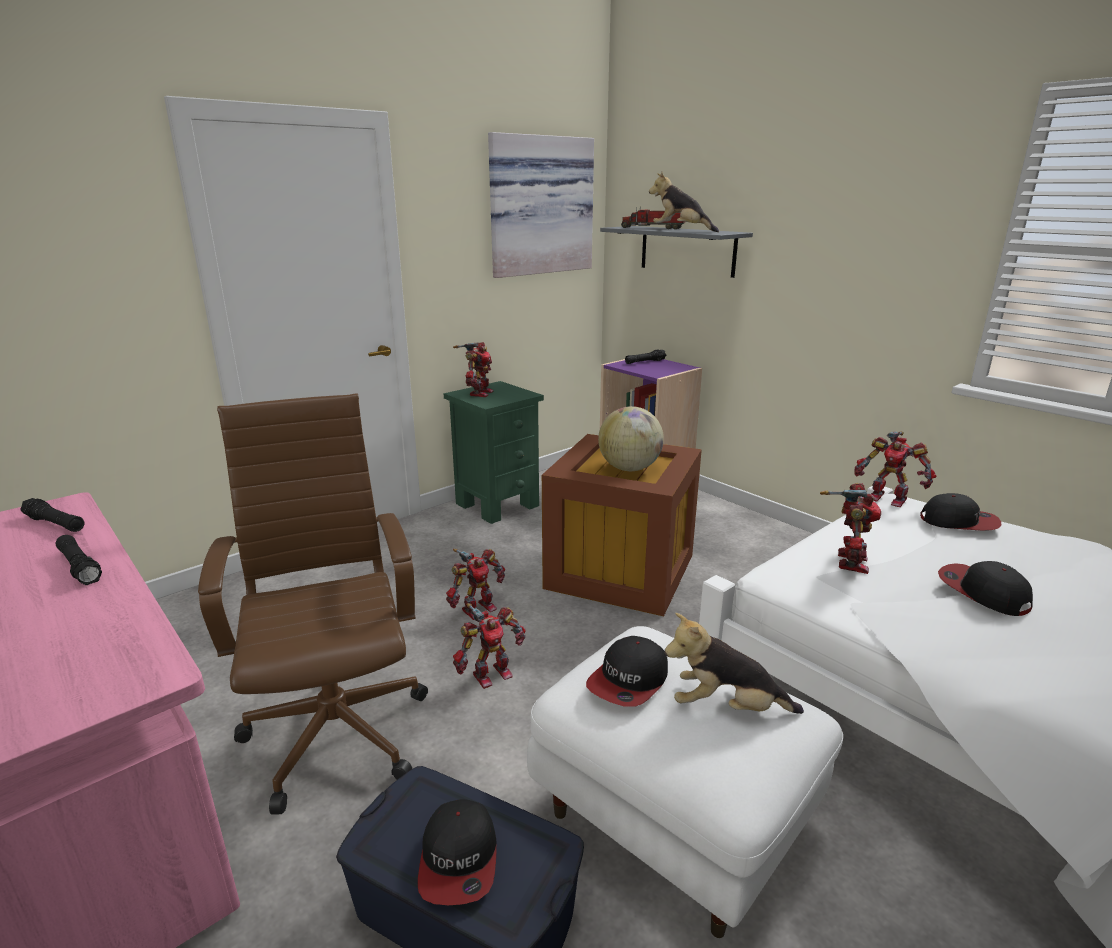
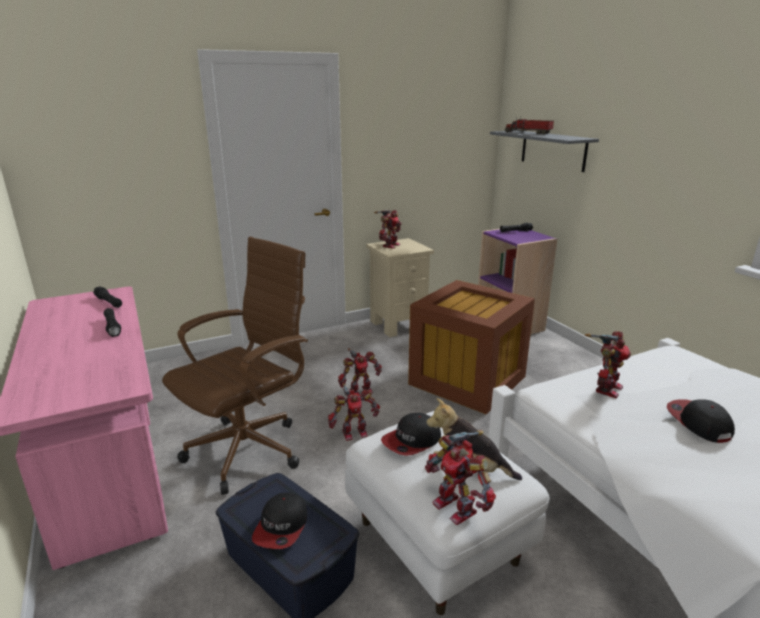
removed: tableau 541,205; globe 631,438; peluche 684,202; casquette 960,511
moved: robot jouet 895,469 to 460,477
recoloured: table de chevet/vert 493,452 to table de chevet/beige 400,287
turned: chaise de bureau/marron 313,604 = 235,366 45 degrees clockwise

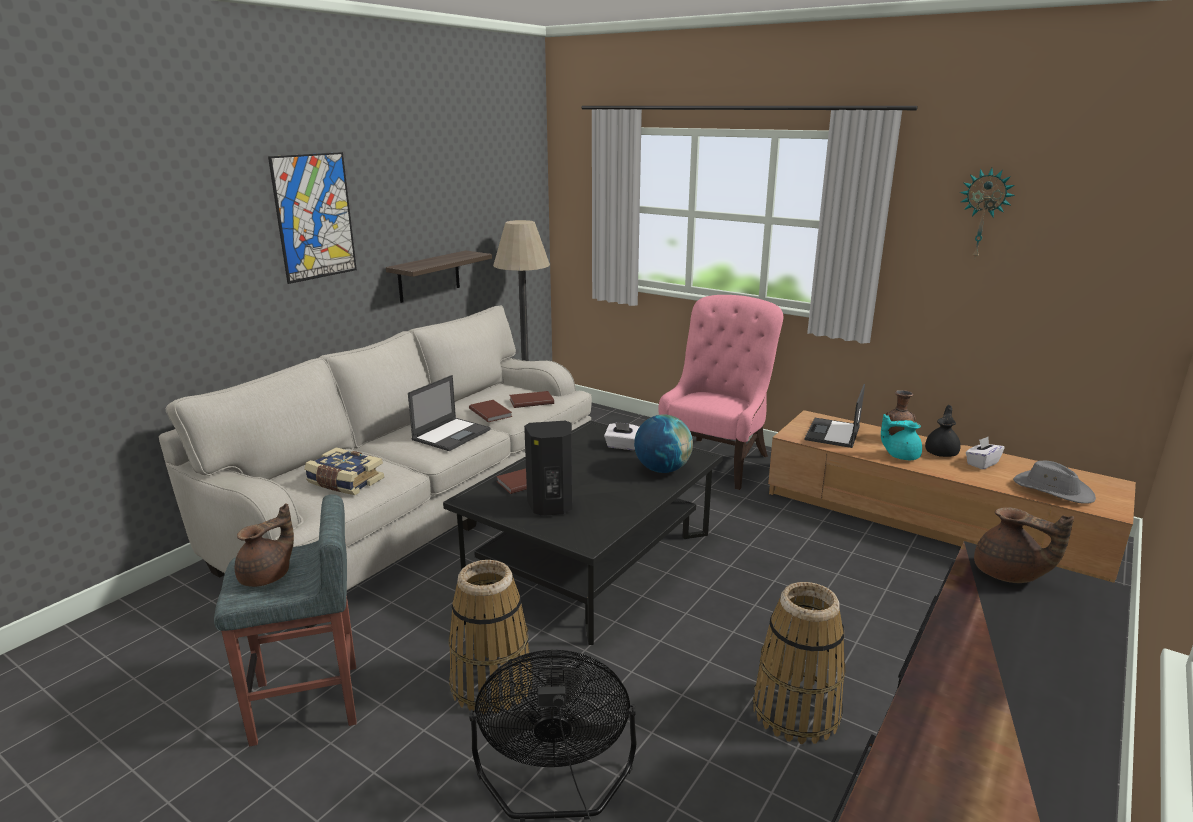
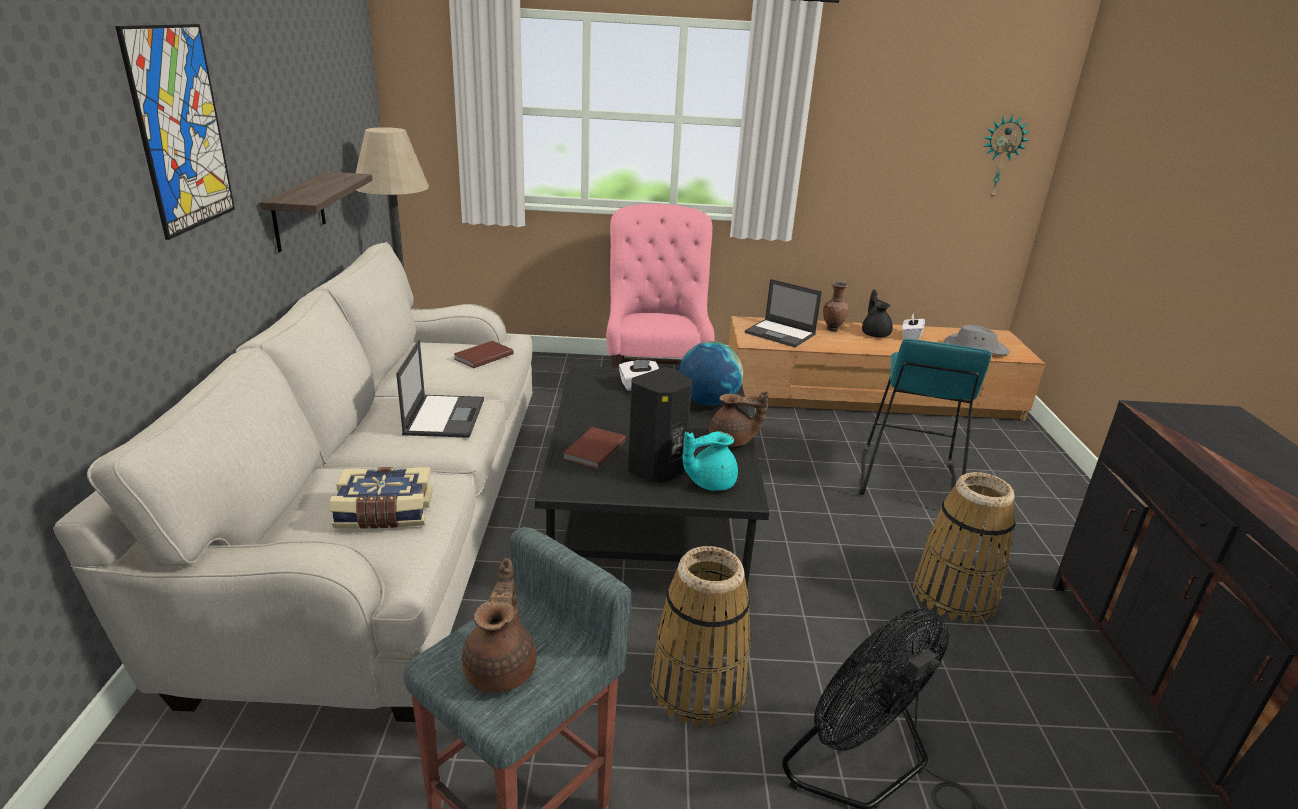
removed: livre/marron 490,411
added: tabouret/turquoise 925,416
moved: théière/turquoise 901,437 to 710,461; horloge murale 987,214 to 1007,157; théière/marron 1024,545 to 739,418
turned: ordinateur portable 834,416 = 783,313 45 degrees counterclockwise

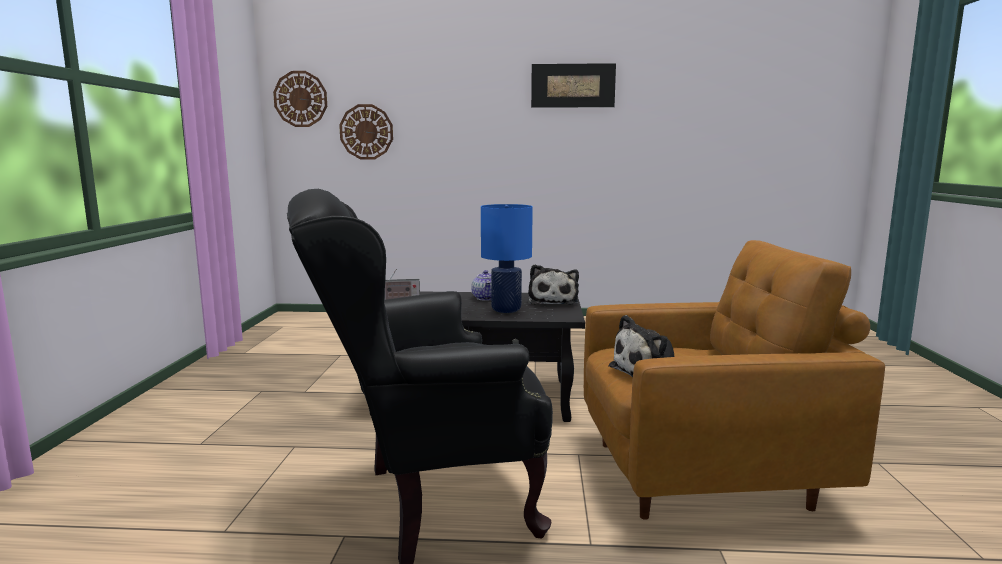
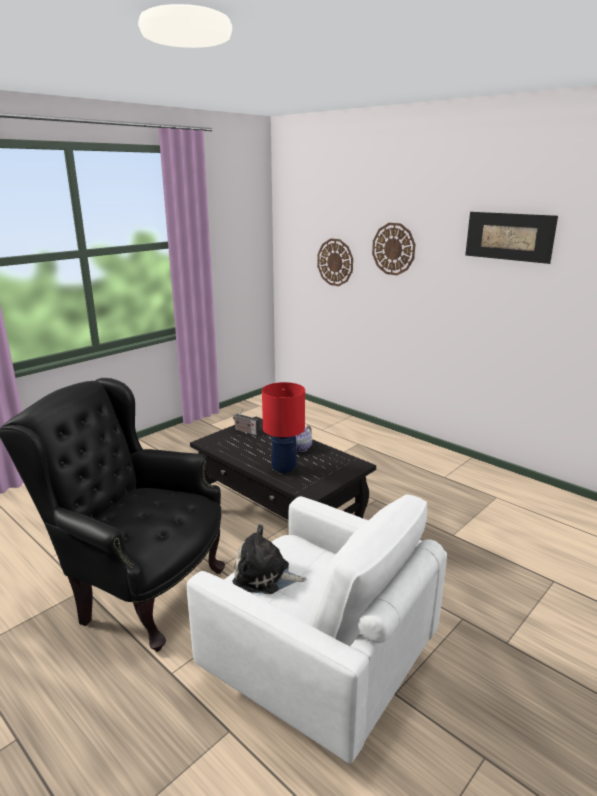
removed: peluche 553,284
moved: horloge murale 300,99 to 393,249
recoloured: lampe de table/bleu 507,258 to lampe de table/rouge 283,427; fauteuil/marron 734,380 to fauteuil/blanc 317,629

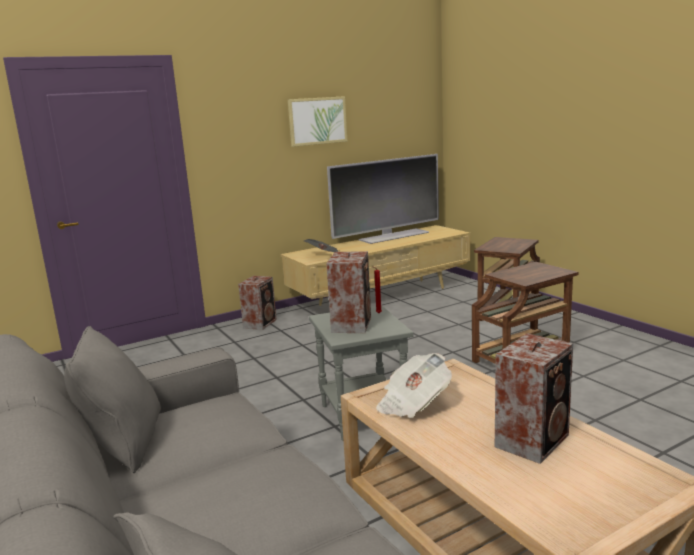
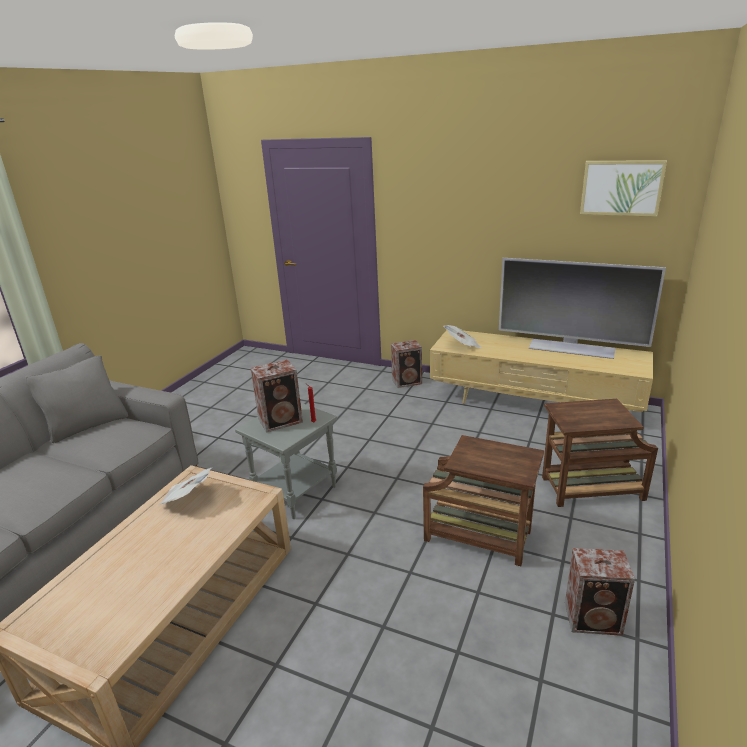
moved: tableau 317,121 to 623,188; enceinte 534,398 to 600,592

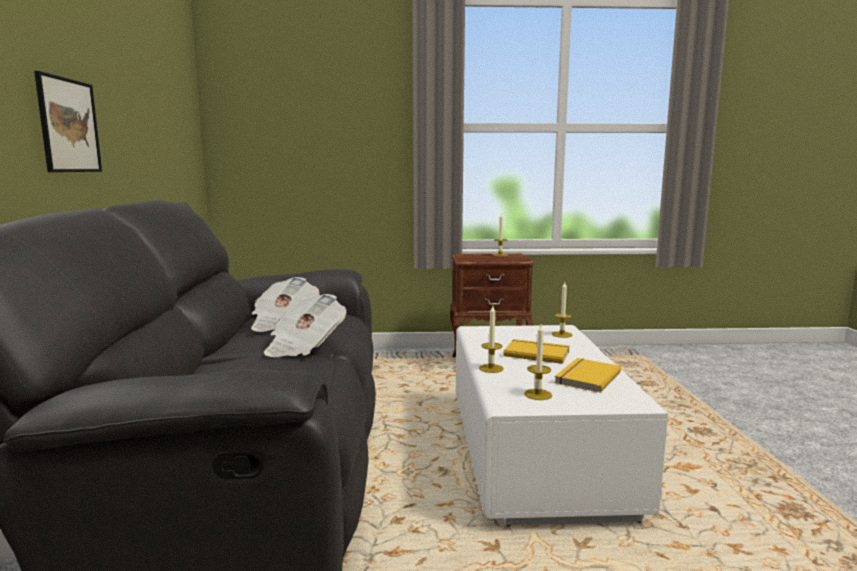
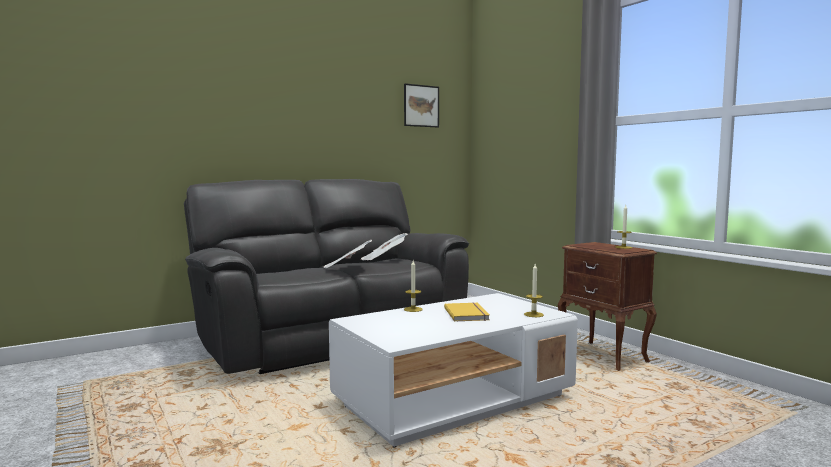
removed: bougie 538,362; livre/jaune 587,375
moved: tableau 68,121 to 421,105

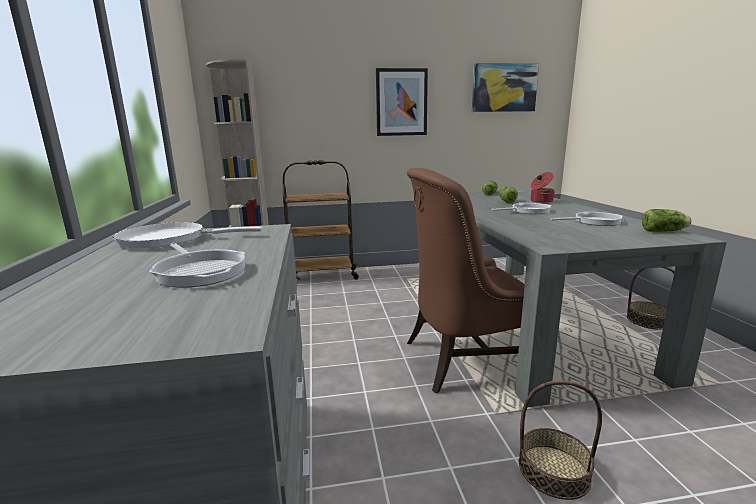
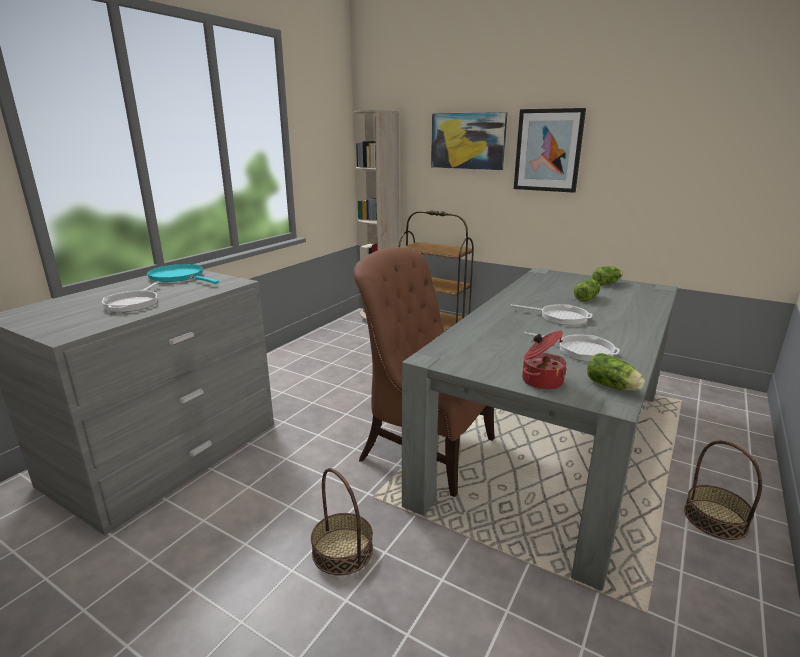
moved: tableau 505,87 to 469,141; marmite 543,187 to 544,360
recoloured: poêle/blanc 187,235 to poêle/turquoise 183,274

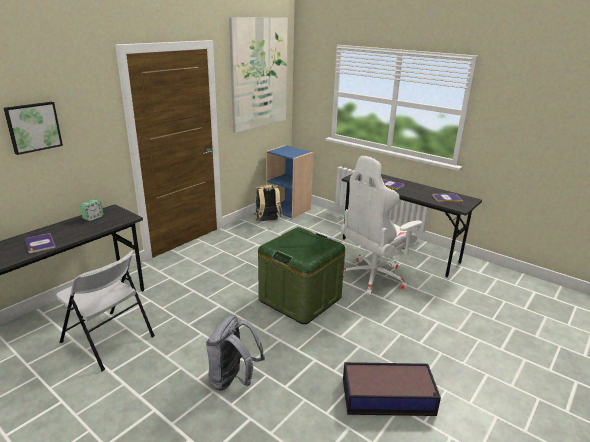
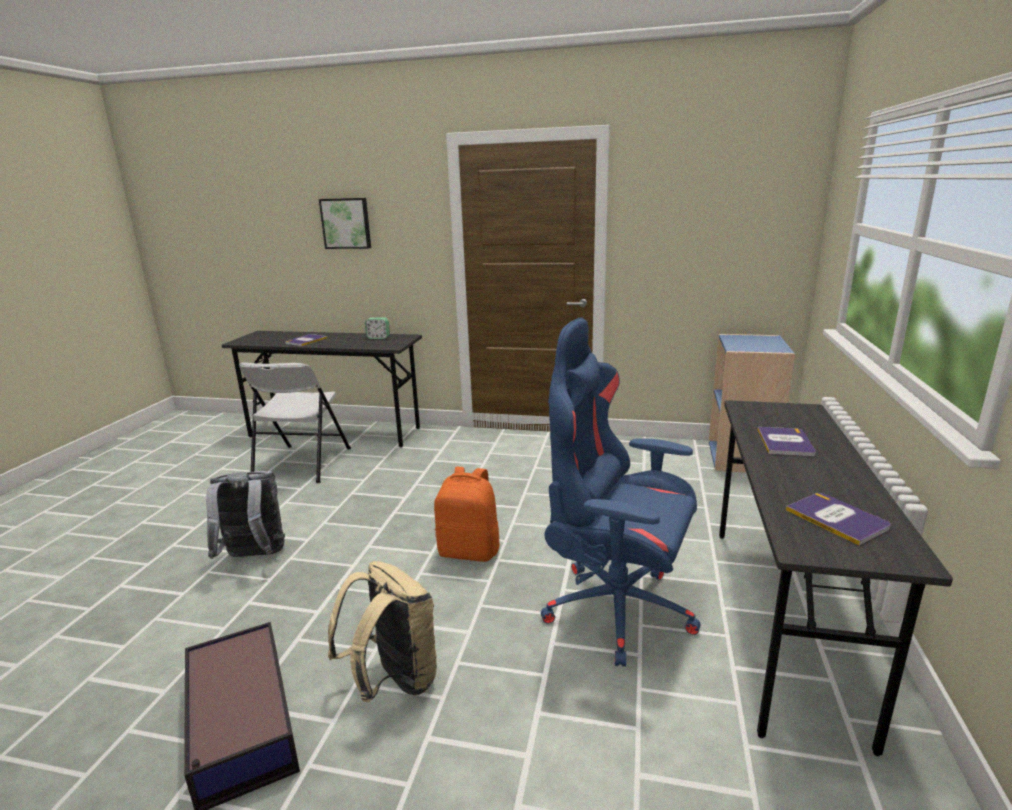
removed: tableau 258,75
moved: sac à dos/beige 268,203 to 382,631
replaced: boîte de rangement/vert 301,275 to sac à dos/orange 467,514
recoloured: chaise de bureau/blanc 381,226 to chaise de bureau/bleu 621,492

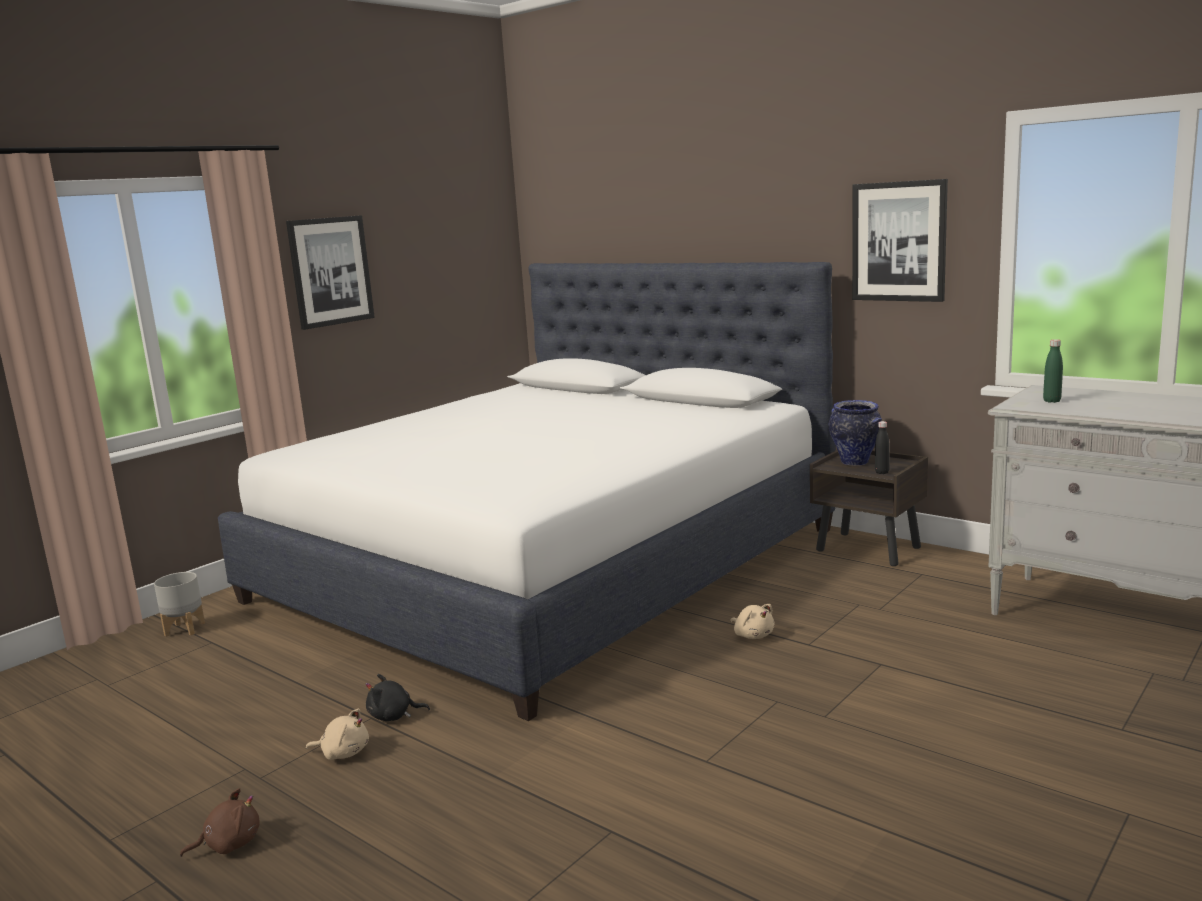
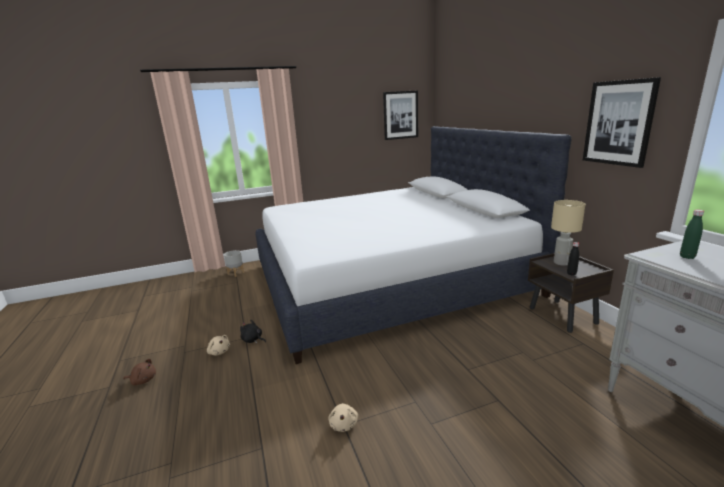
moved: tableau 330,272 to 400,115; peluche/beige 752,621 to 343,417
replaced: vase 855,433 to lampe de table/beige 568,233

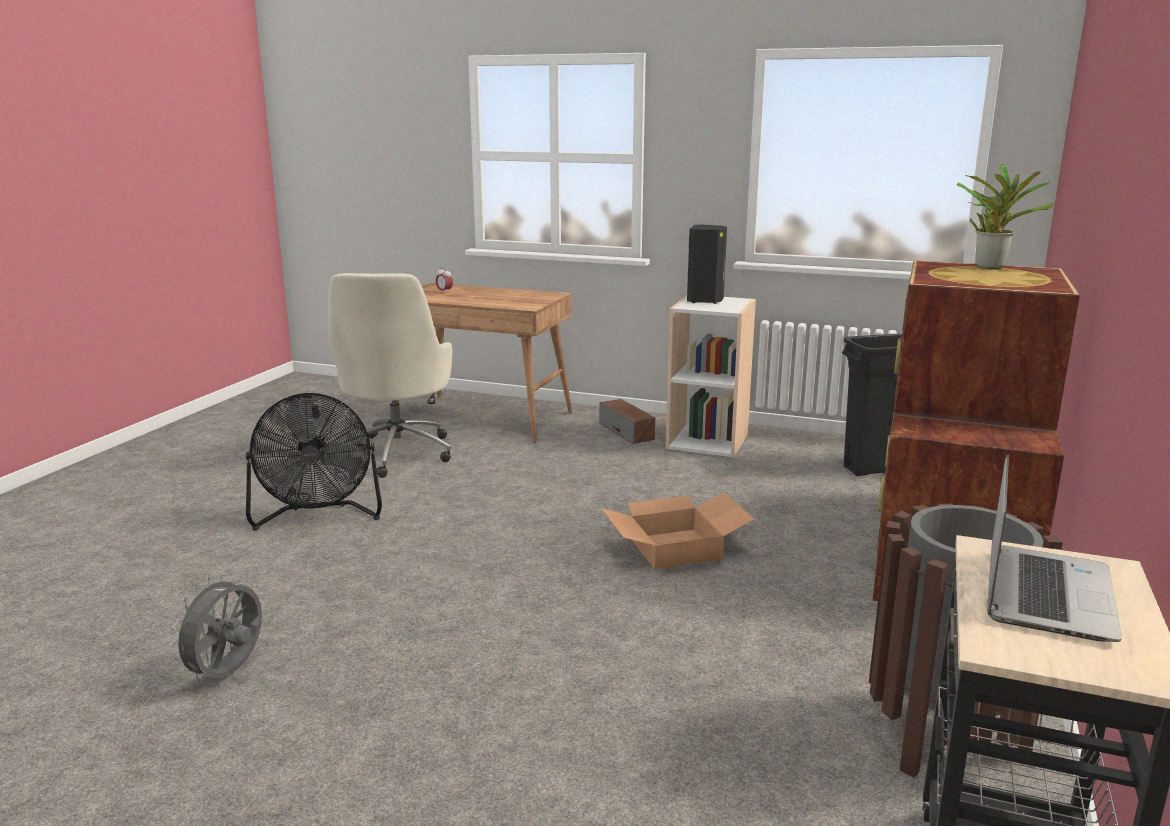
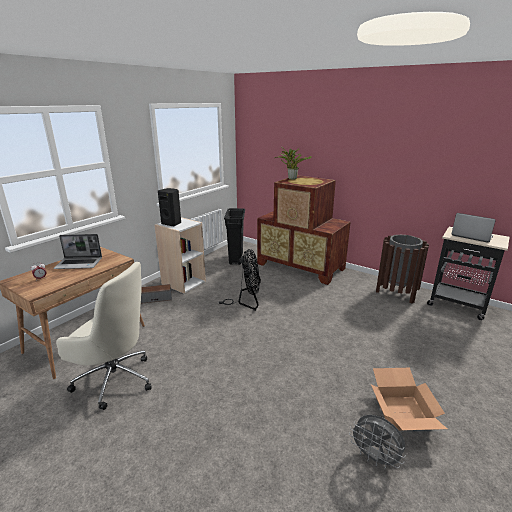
added: ordinateur portable 77,251
moved: ventilateur/noir 314,462 to 240,280; carton 678,530 to 409,399

